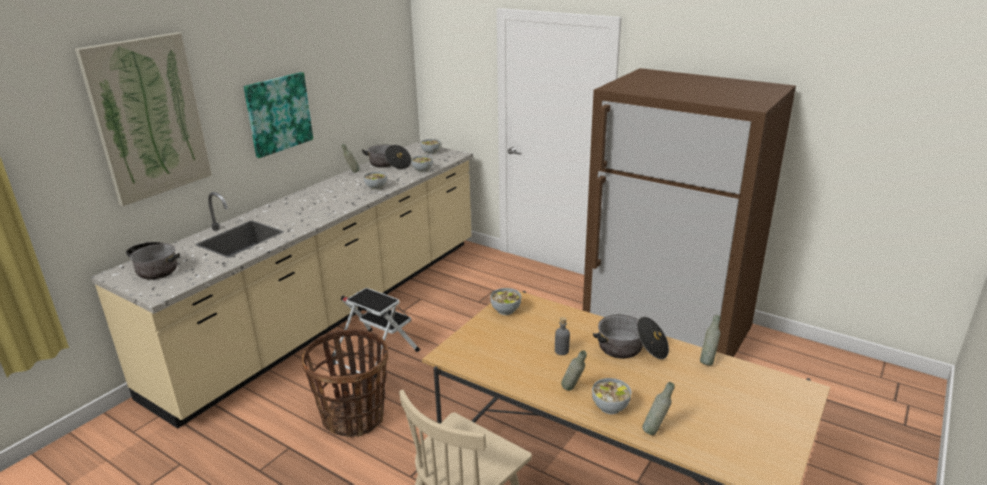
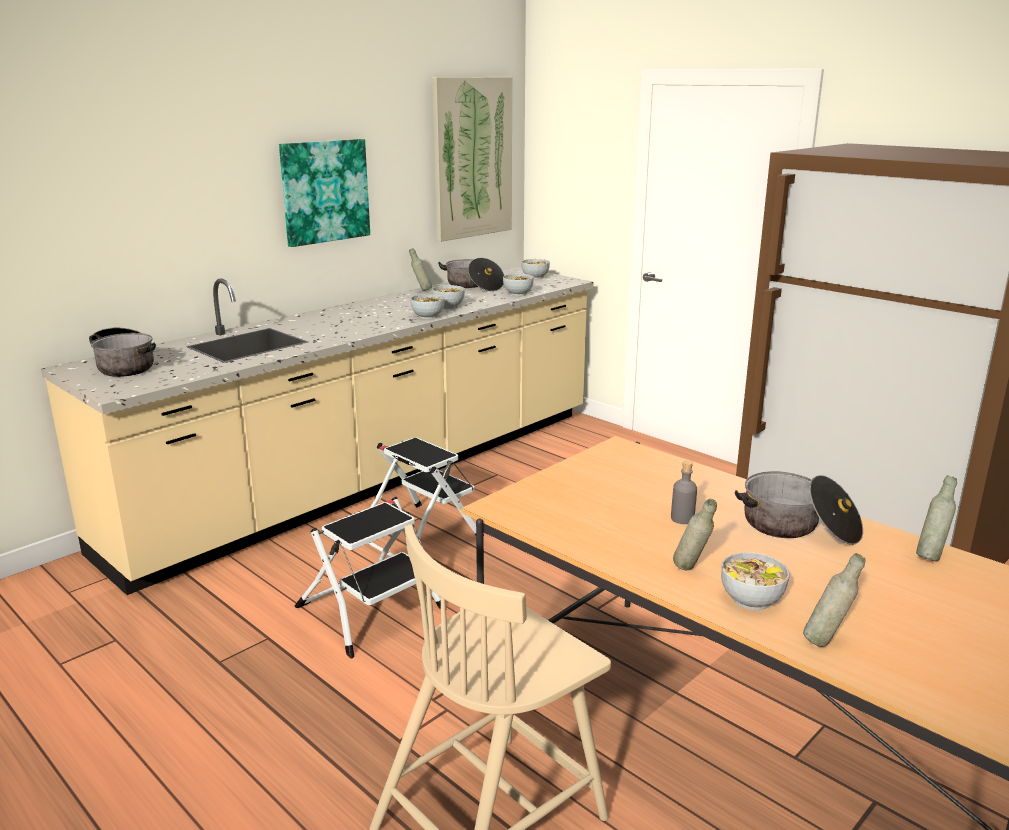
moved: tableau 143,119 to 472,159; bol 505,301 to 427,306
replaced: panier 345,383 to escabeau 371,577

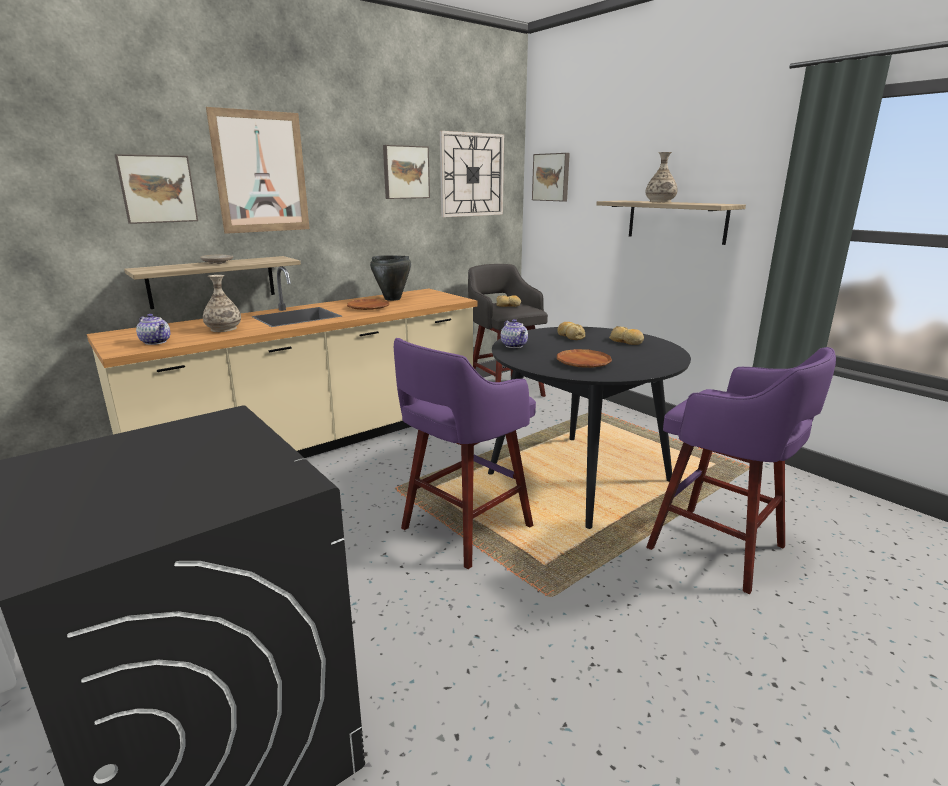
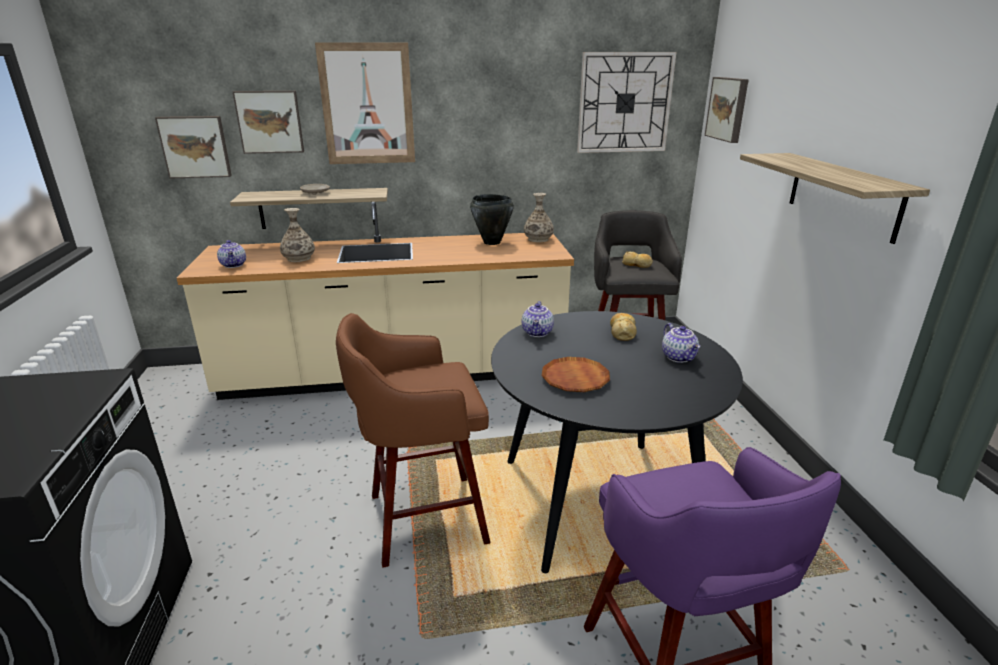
removed: assiette/marron 368,304
moved: tableau 406,172 to 193,147; vase 662,177 to 539,218
replaced: pain 626,335 to théière 681,343
recoloured: tabouret/violet 465,453 to tabouret/marron 413,440

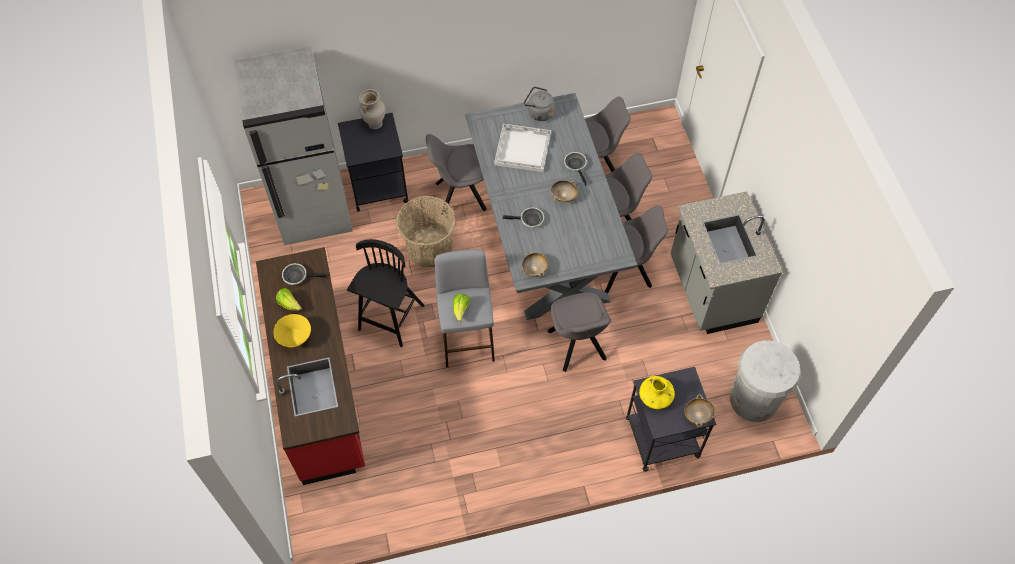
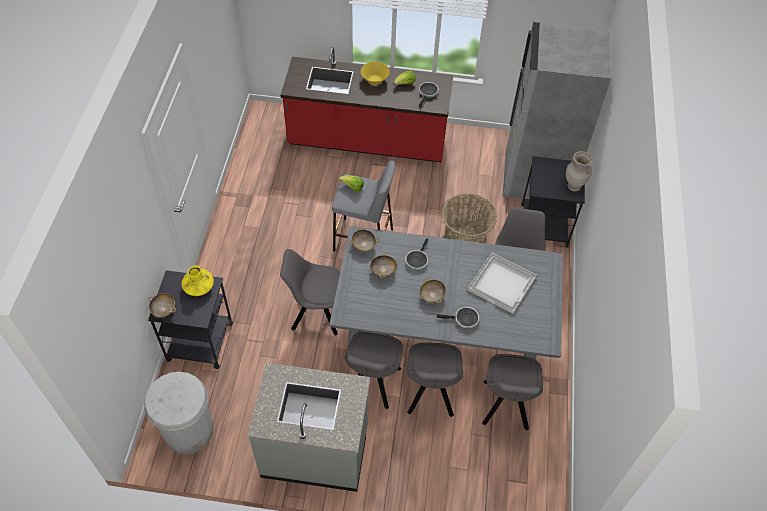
removed: tabouret/noir 385,293; bouilloire/gris 539,104
added: bol/beige 383,265

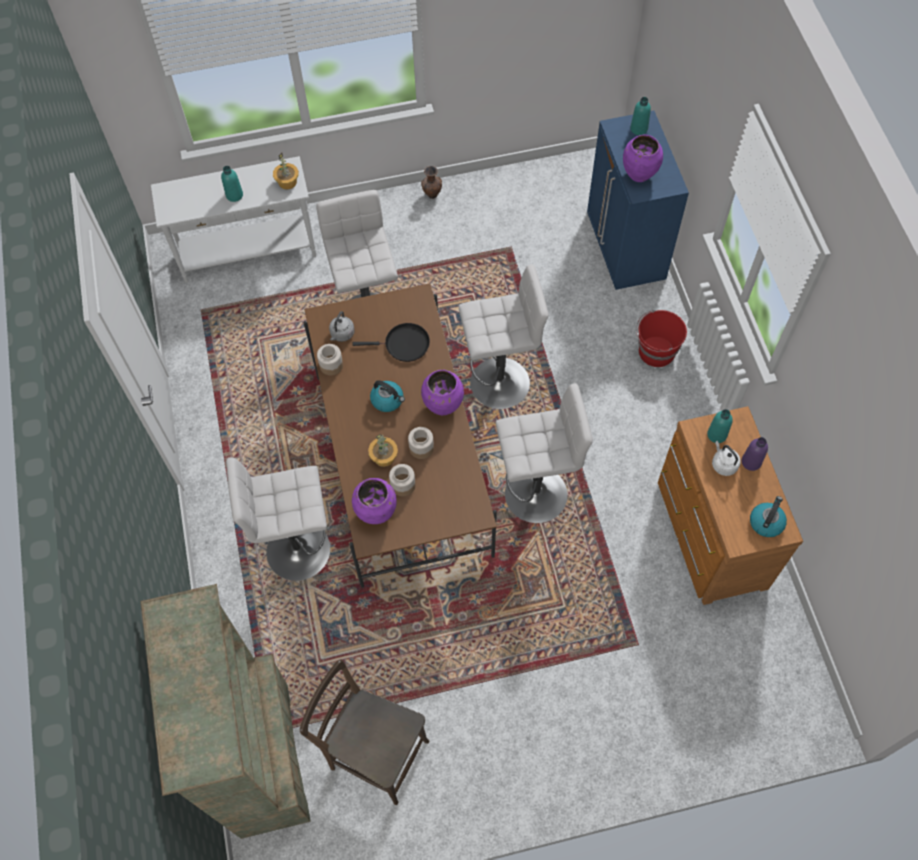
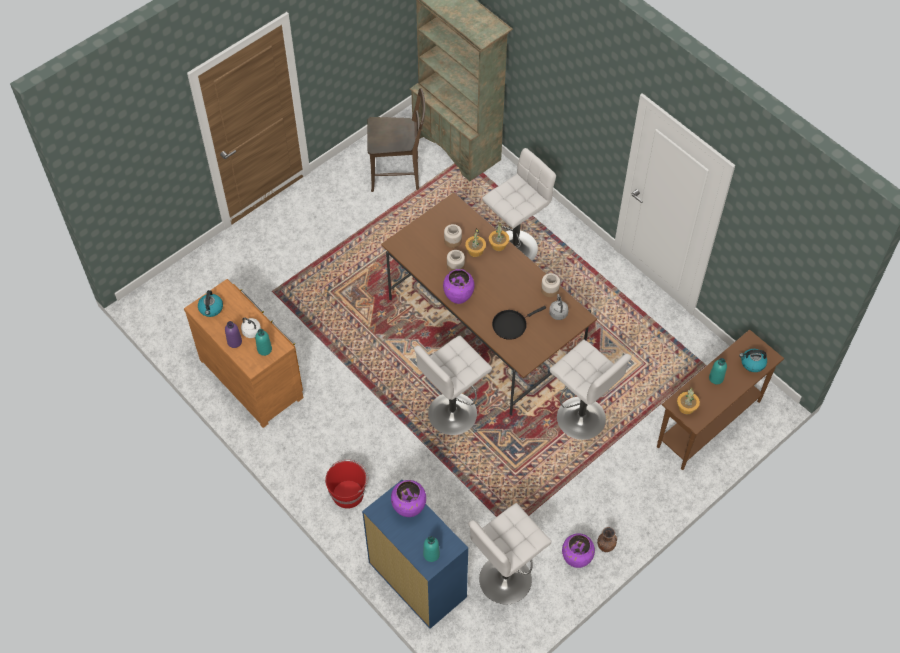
added: plante en pot 499,237
moved: vase/violet 374,501 to 578,550; bouilloire 387,396 to 753,360; tabouret/blanc 544,453 to 509,553
recoloured: table console/blanc 233,219 to table console/marron 720,399

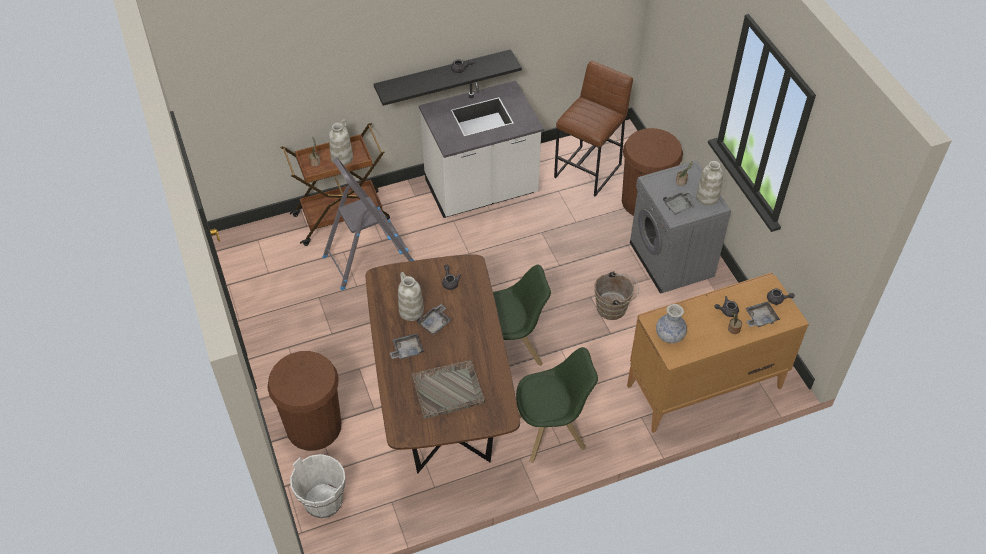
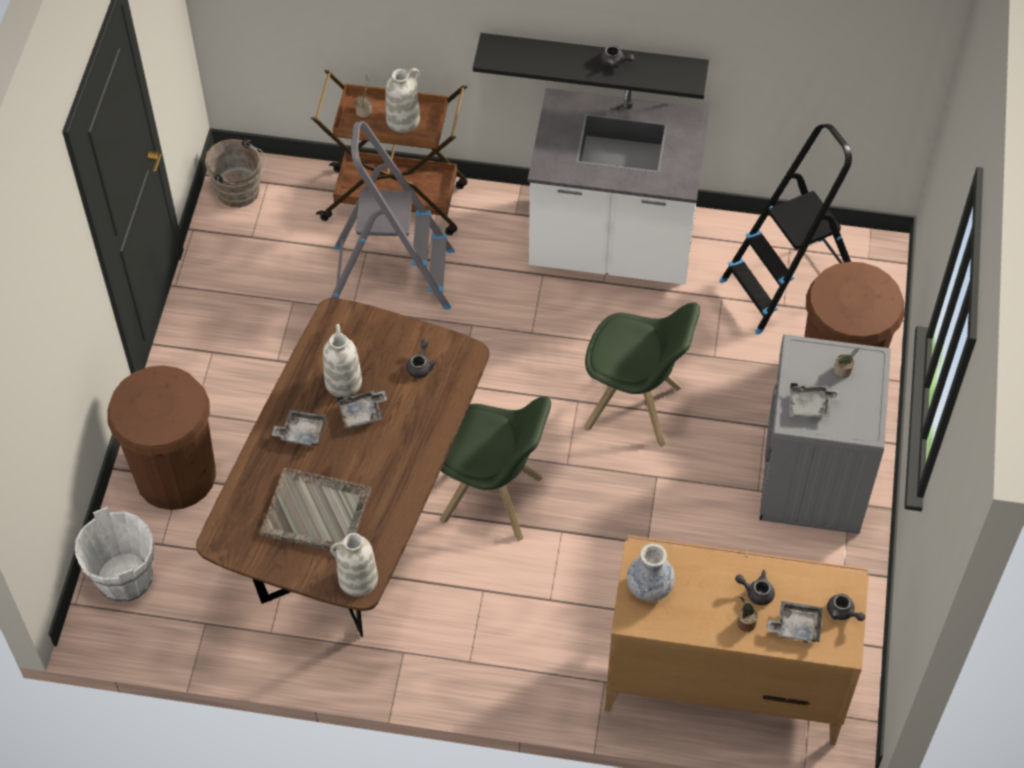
moved: chaise/vert 557,405 to 642,374; seau/marron 616,295 to 235,173; vase/blanc 709,183 to 354,565
replaced: tabouret/marron 593,128 to escabeau/noir 785,229

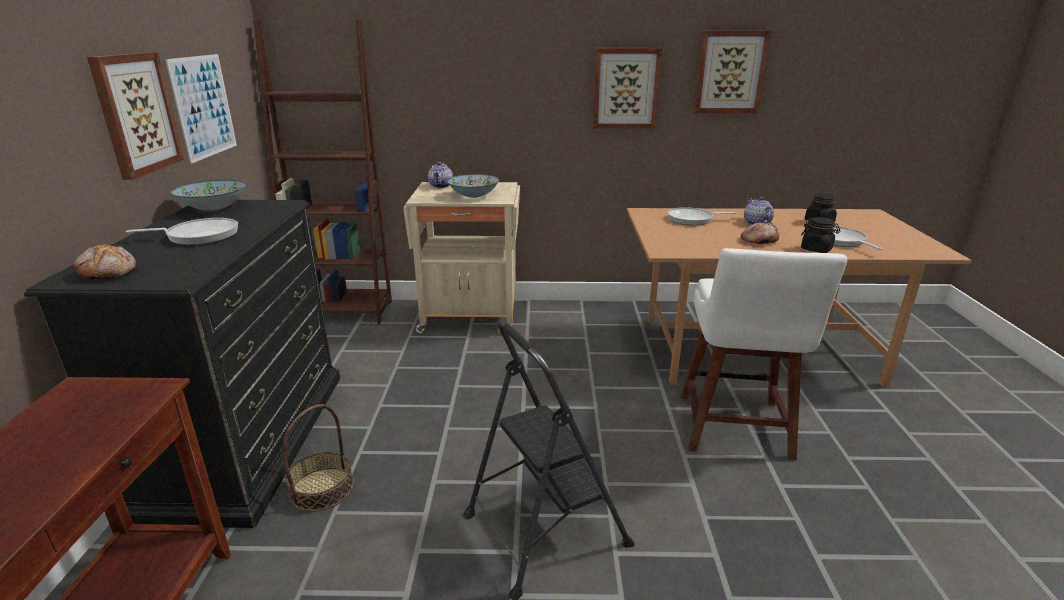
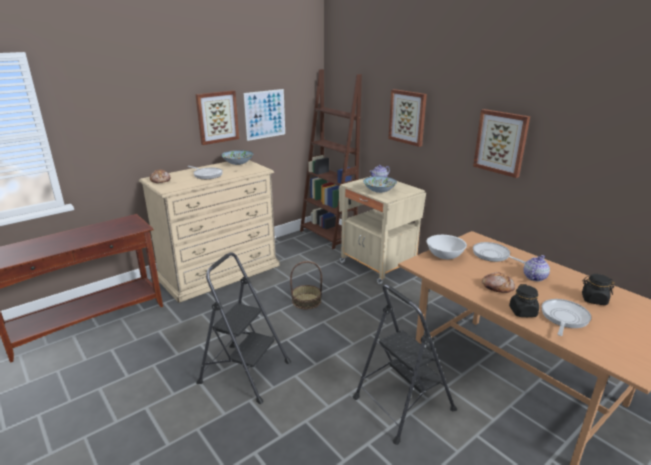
added: bol/blanc 446,247
moved: panier 318,458 to 306,285; tableau 732,72 to 407,118
replaced: tabouret/blanc 764,354 to escabeau/noir 405,364
recoloured: commode/noir 182,364 to commode/beige 209,231

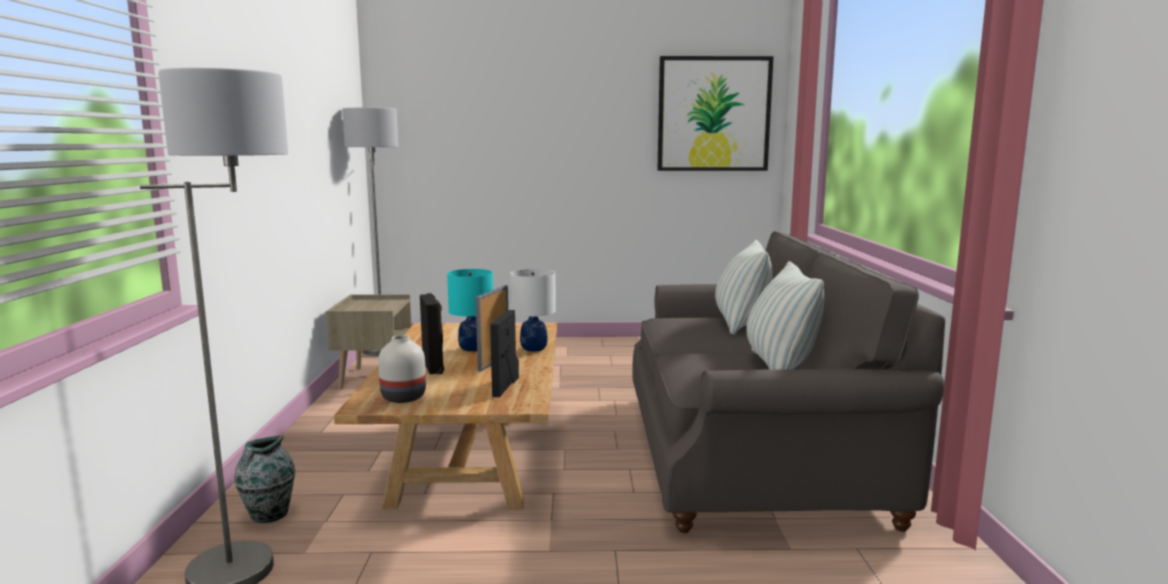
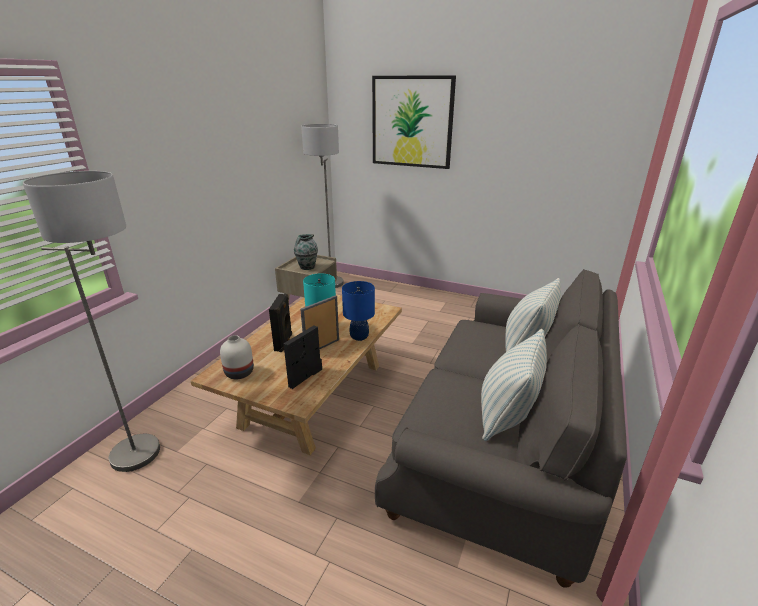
moved: vase 264,479 to 306,252; tableau 715,113 to 414,122
recoloured: lampe de table/blanc 533,310 to lampe de table/bleu 358,311

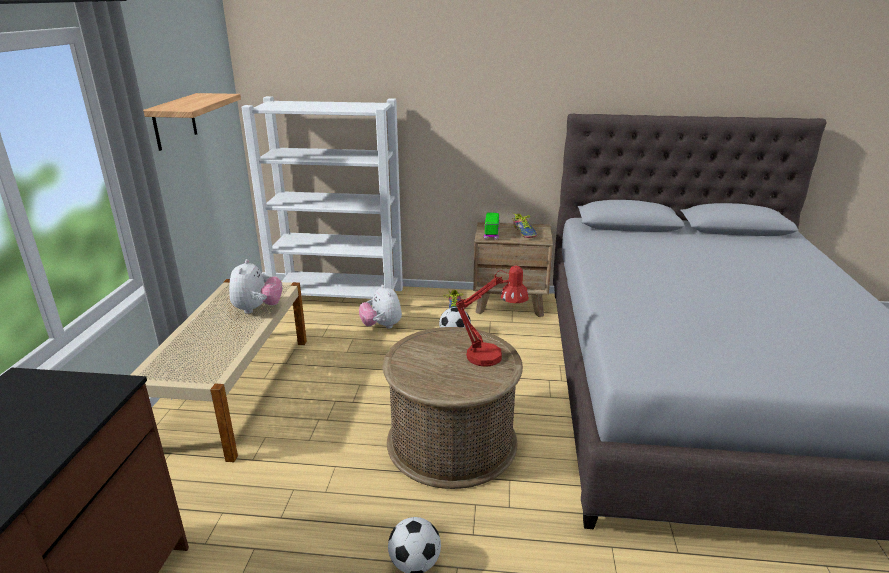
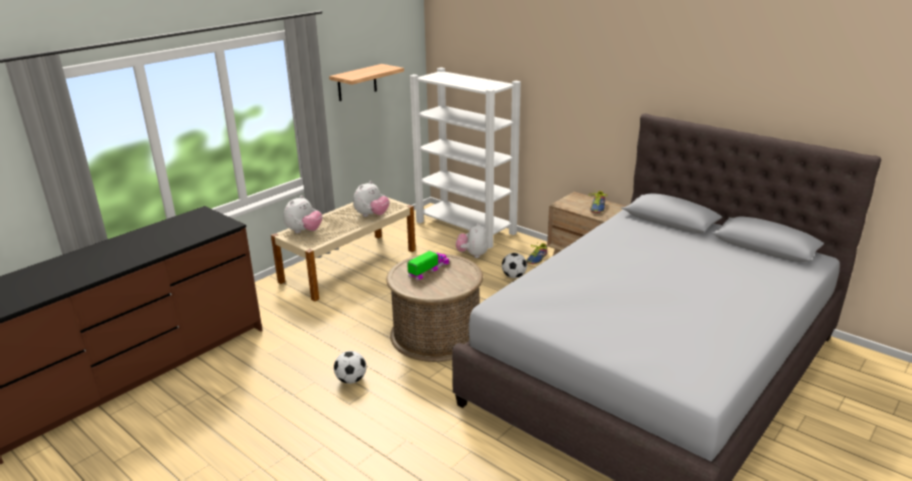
removed: lampe de table/rouge 492,316
added: peluche 303,214
moved: camion jouet 491,226 to 428,265

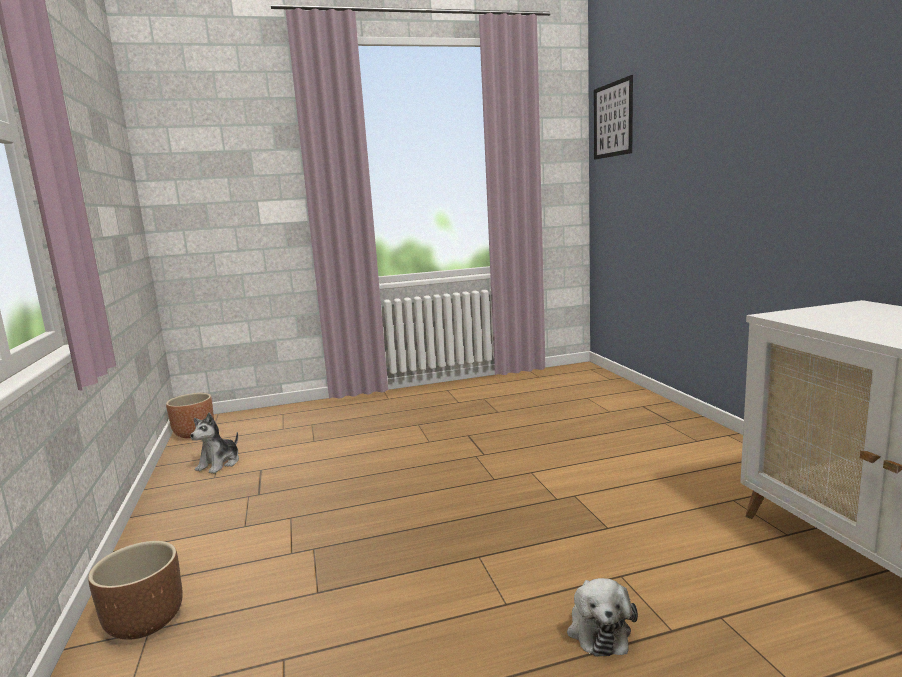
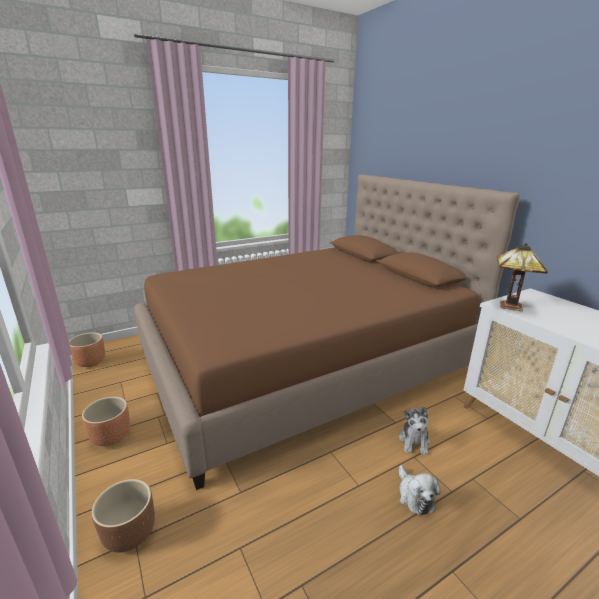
removed: tableau 613,117
added: cache-pot/marron 106,421; lit/marron 327,332; lampe de table 522,277
moved: peluche 214,443 to 414,431

